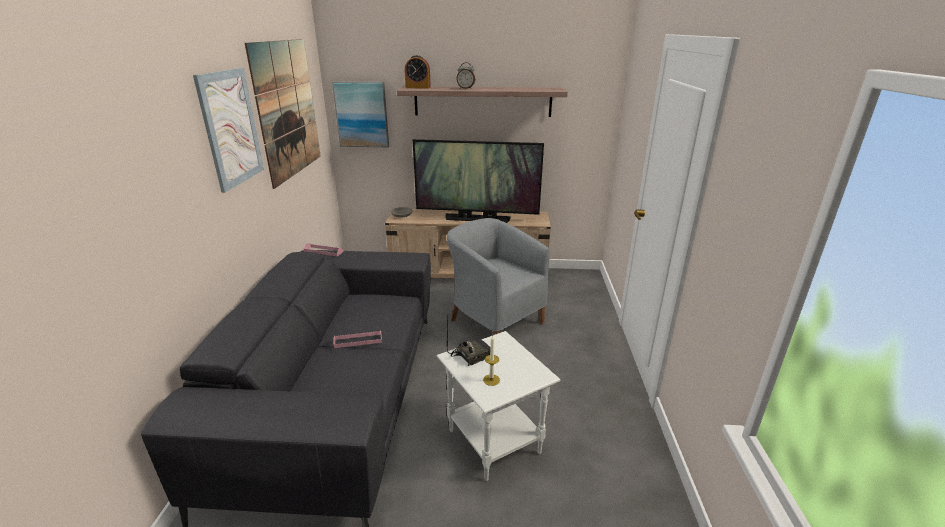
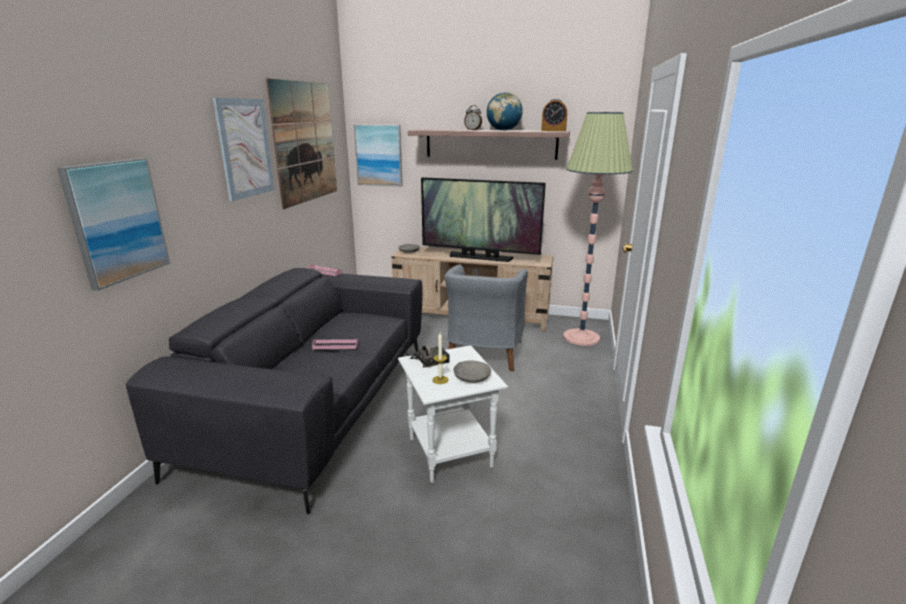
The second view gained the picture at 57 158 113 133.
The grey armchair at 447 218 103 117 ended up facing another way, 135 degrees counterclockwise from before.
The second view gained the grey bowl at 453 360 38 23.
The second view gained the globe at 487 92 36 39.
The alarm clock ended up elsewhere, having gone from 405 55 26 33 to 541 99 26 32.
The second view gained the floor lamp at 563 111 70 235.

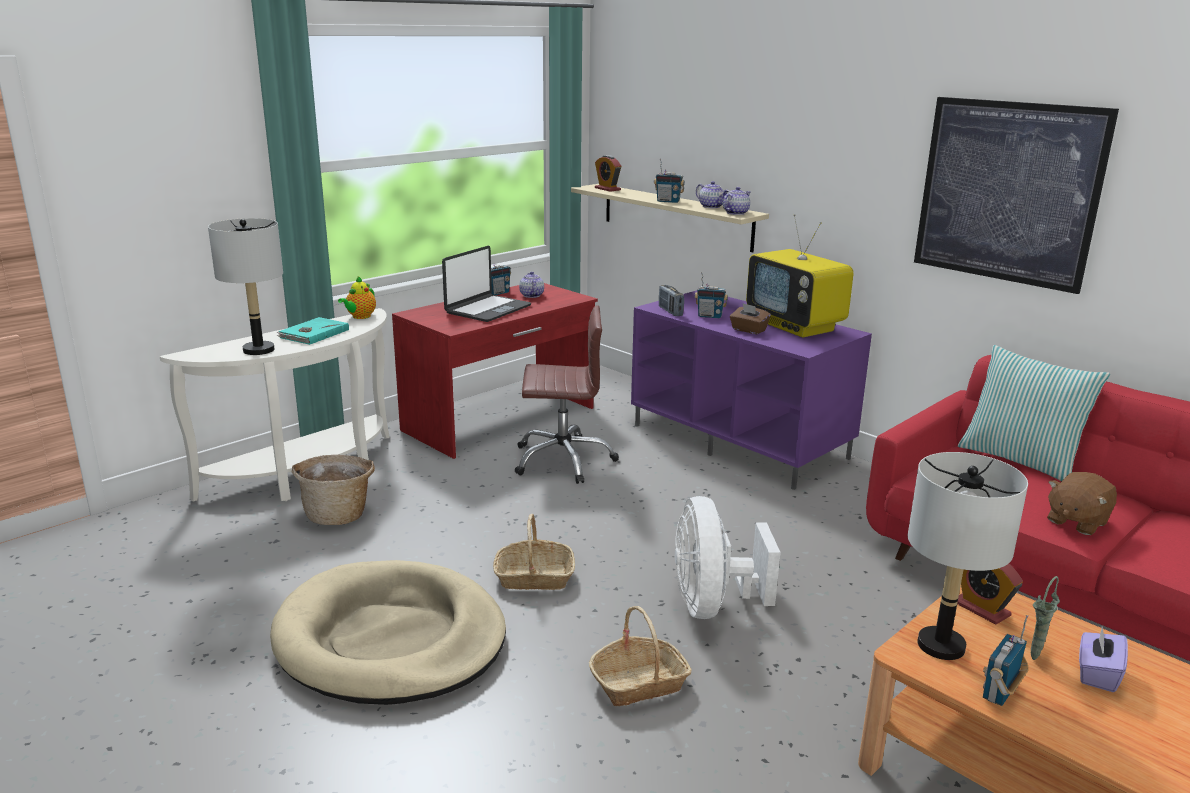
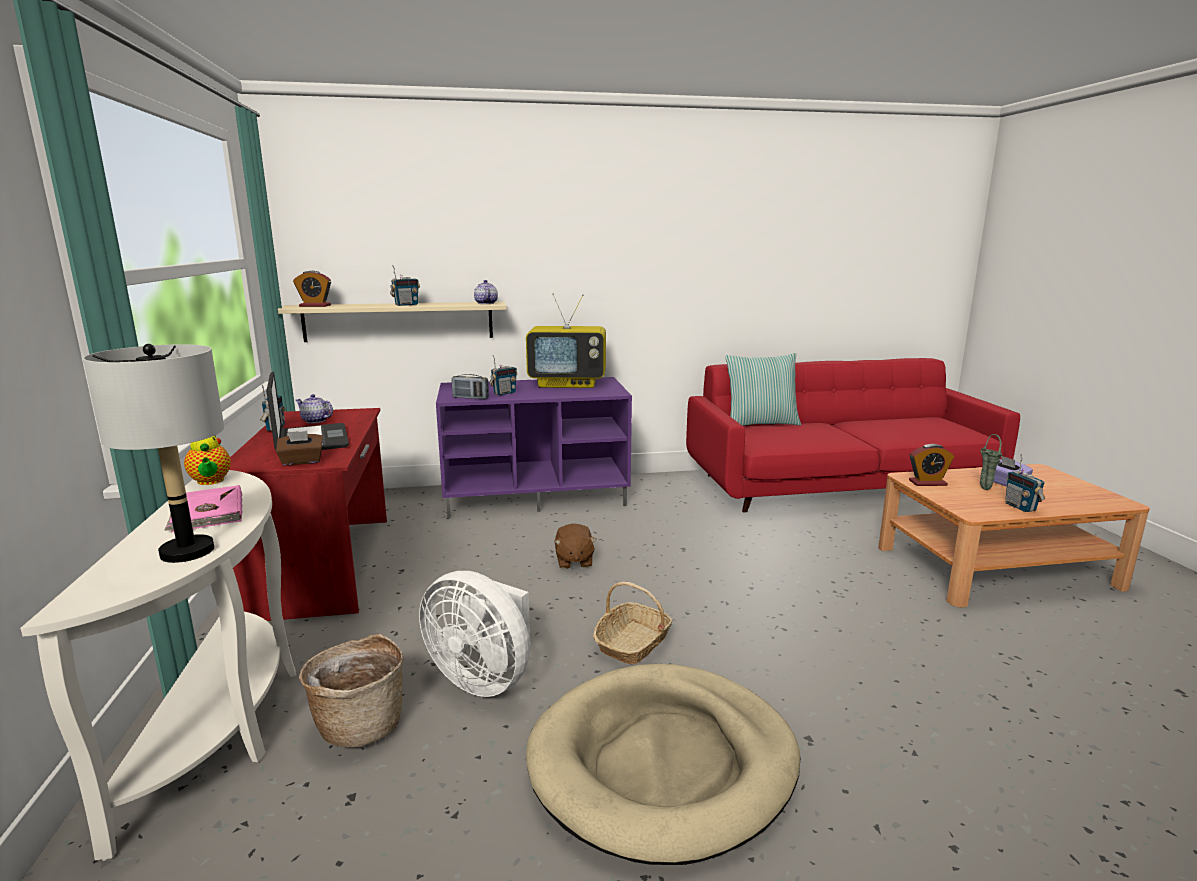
What was the turquoise book at 276 317 73 28 turned into the pink book at 164 485 78 47.
The brown tissue box ended up elsewhere, having gone from 730 303 41 31 to 276 431 47 35.
The white fan ended up elsewhere, having gone from 675 496 106 123 to 419 571 111 126.
The brown plush toy ended up elsewhere, having gone from 1047 472 70 63 to 554 523 43 46.
The second view lost the brown office chair at 514 305 105 179.
The second view lost the basket at 589 606 103 100.
The second view lost the teapot at 696 181 33 27.
The second view lost the grey table lamp at 908 452 120 208.
The second view lost the picture at 914 97 205 197.

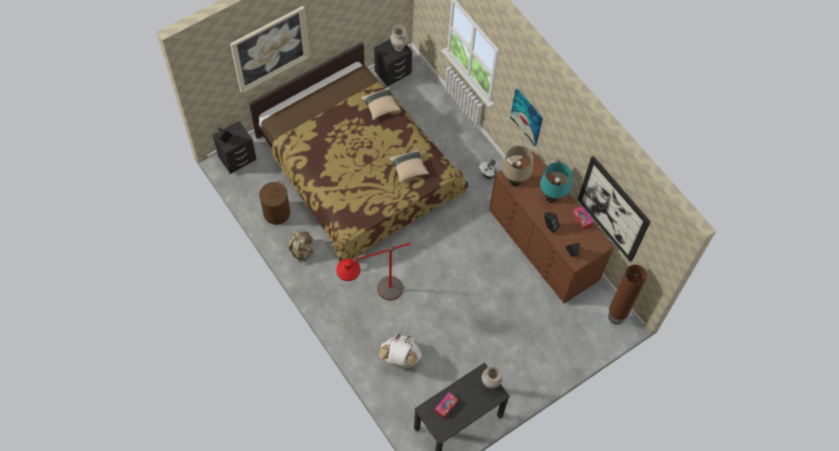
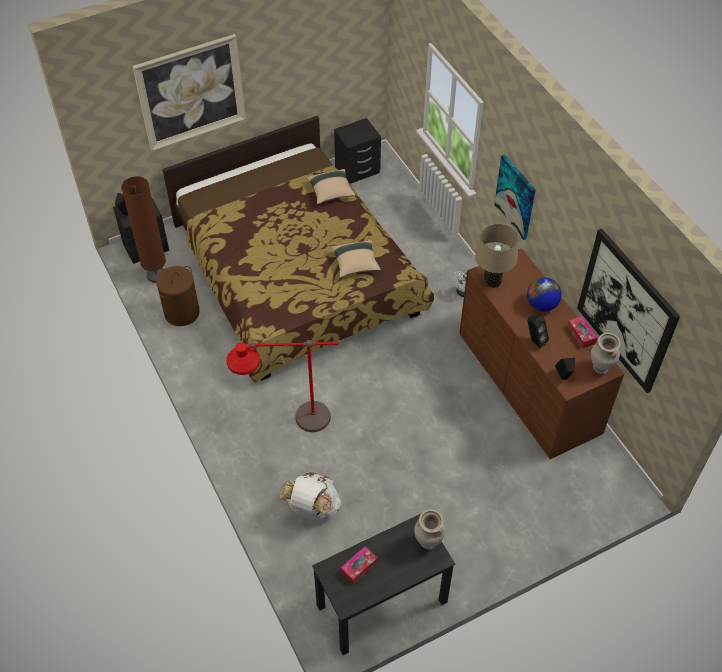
The brown floor lamp ended up elsewhere, having gone from 608 265 39 59 to 121 176 45 107.
Where the turquoise table lamp stood at 540 162 32 41, the globe came to stand at 527 278 35 34.
The beige vase ended up elsewhere, having gone from 390 25 18 26 to 591 333 30 41.
The second view lost the beige backpack at 287 230 26 32.

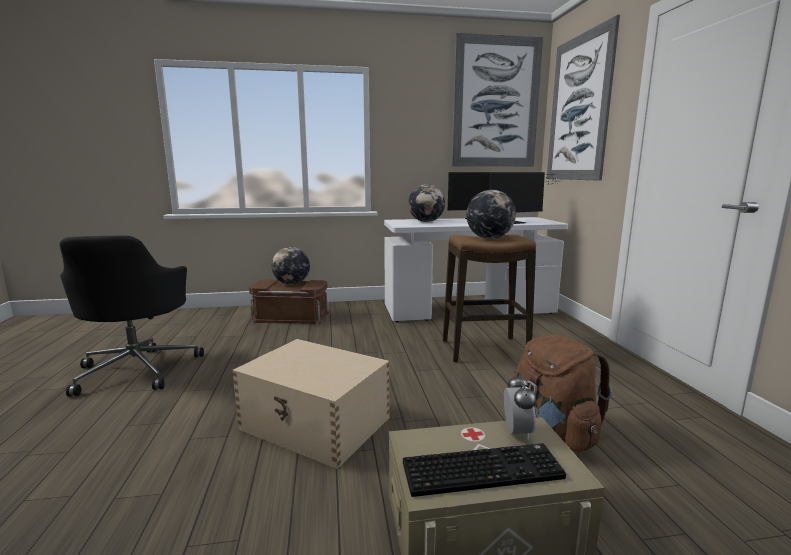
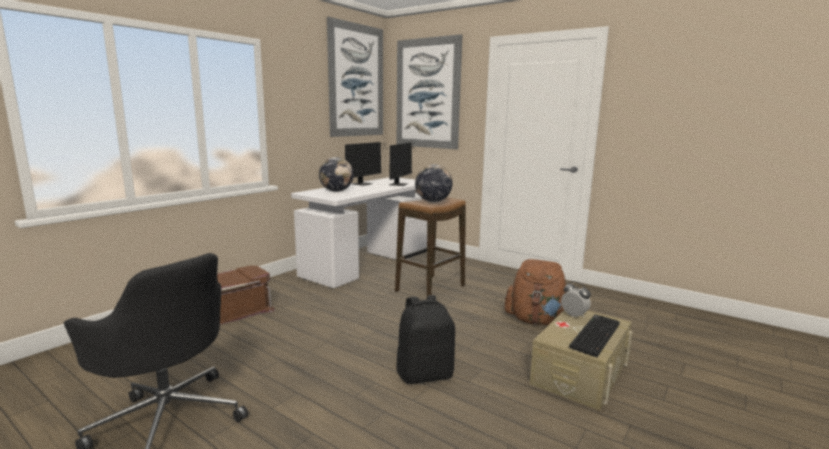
Where the beige storage box stood at 232 339 158 130, the black backpack came to stand at 396 295 59 89.
The second view lost the globe at 272 247 38 37.

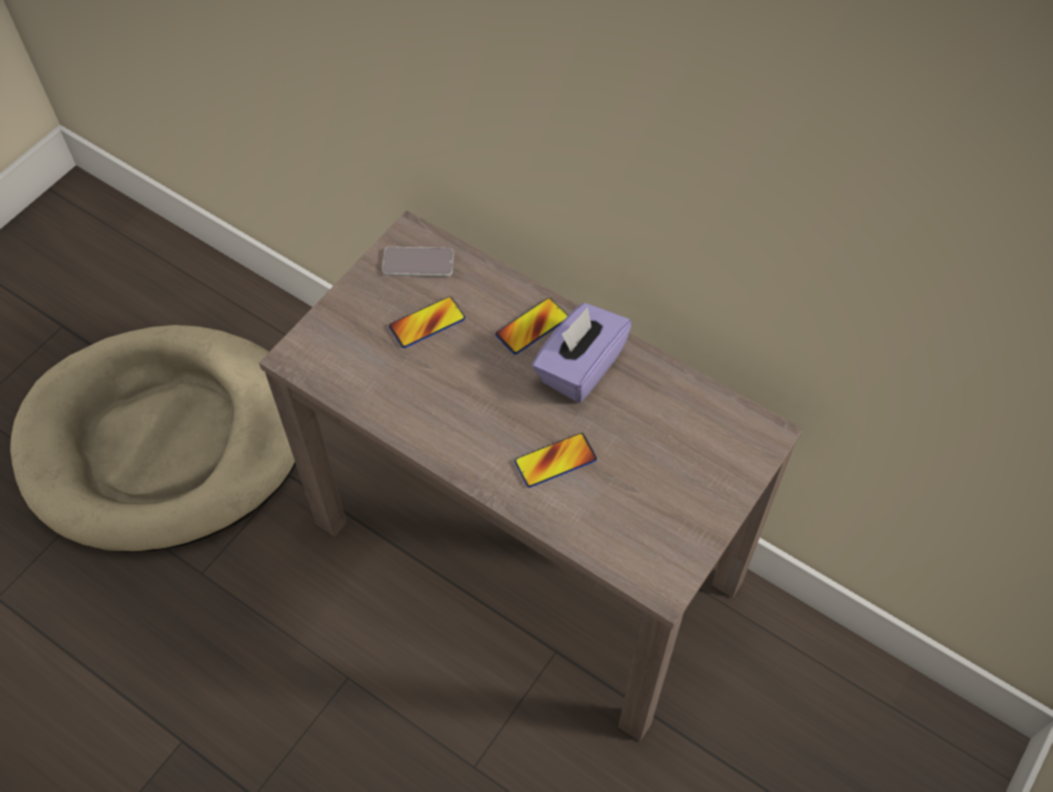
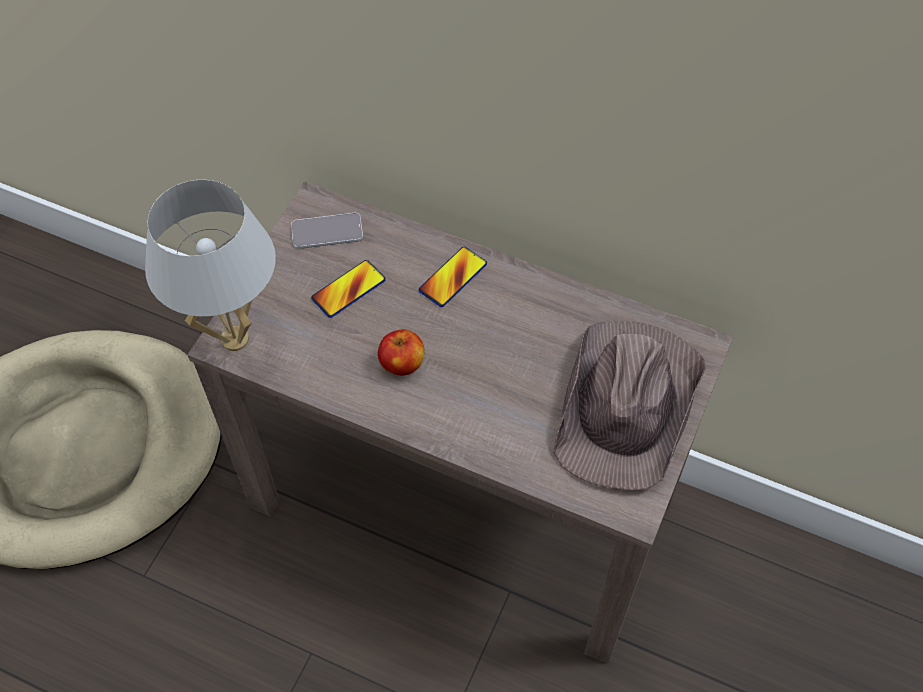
The second view gained the white table lamp at 145 180 131 171.
The second view gained the apple at 378 329 46 47.
The second view gained the brown hat at 553 321 153 169.
The second view lost the phone at 515 433 82 54.
The second view lost the purple tissue box at 532 303 100 100.

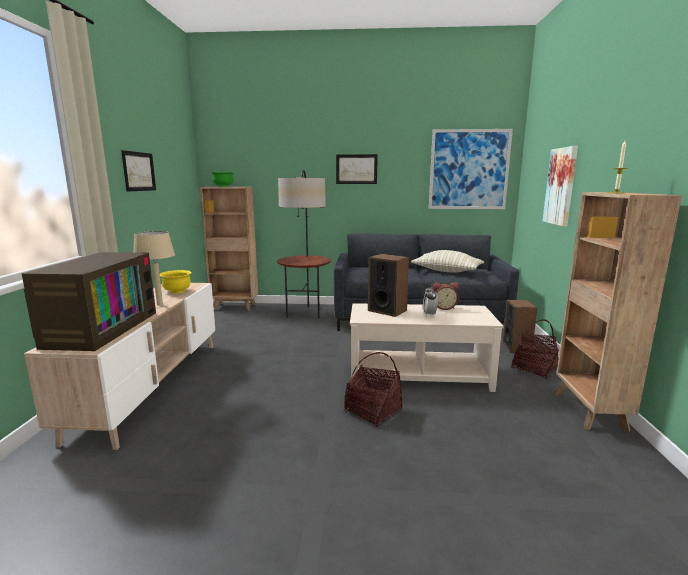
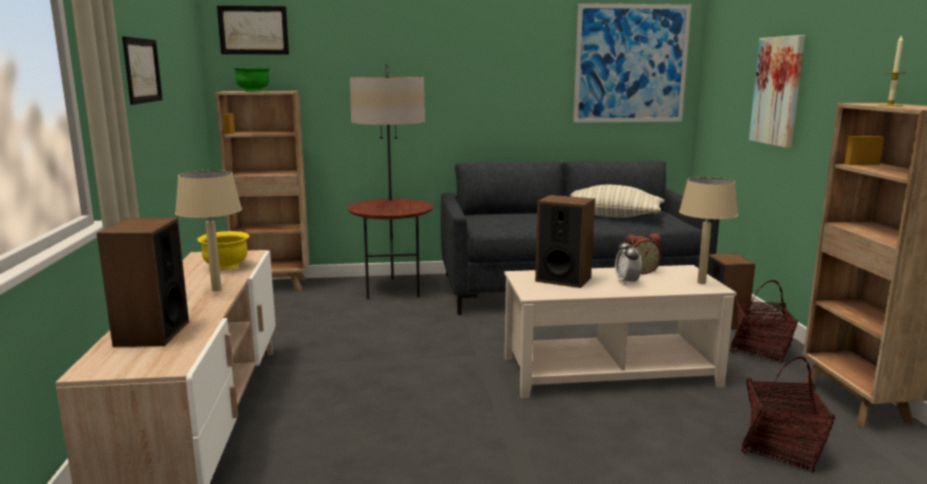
Where the television stood at 22 252 134 99, the speaker came to stand at 97 218 92 129.
The picture ended up elsewhere, having gone from 336 154 42 30 to 217 6 72 48.
The second view gained the beige table lamp at 679 177 59 107.
The basket ended up elsewhere, having gone from 344 352 58 75 to 741 357 94 116.

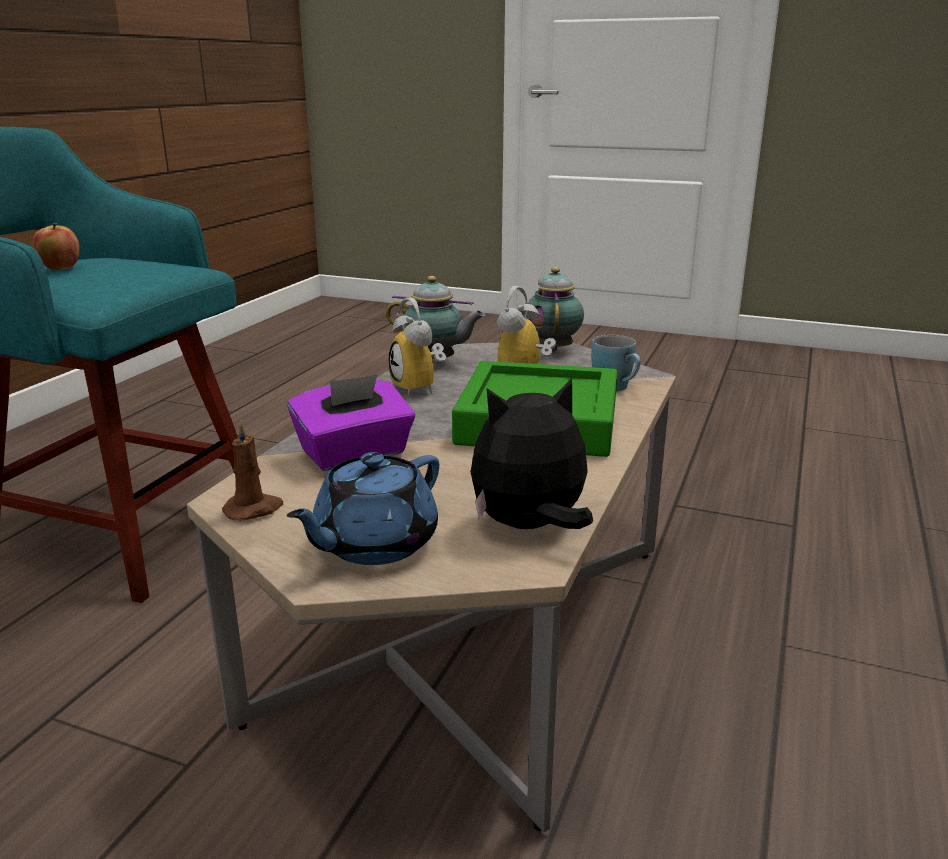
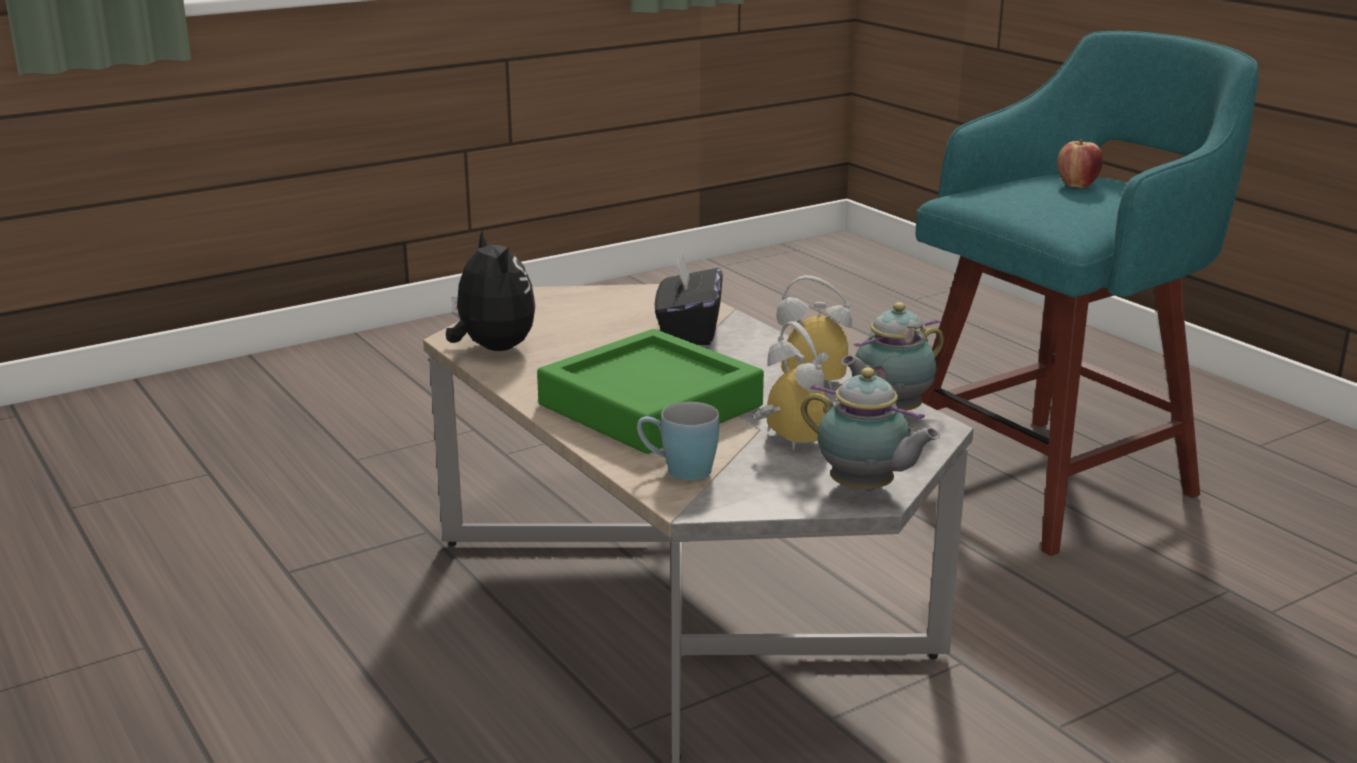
The plush toy at 471 378 122 151 ended up facing another way, 45 degrees counterclockwise from before.
What was the purple tissue box at 287 374 128 97 turned into the black tissue box at 655 253 68 92.
The second view lost the brown candle at 222 420 61 100.
The second view lost the blue teapot at 286 452 153 113.

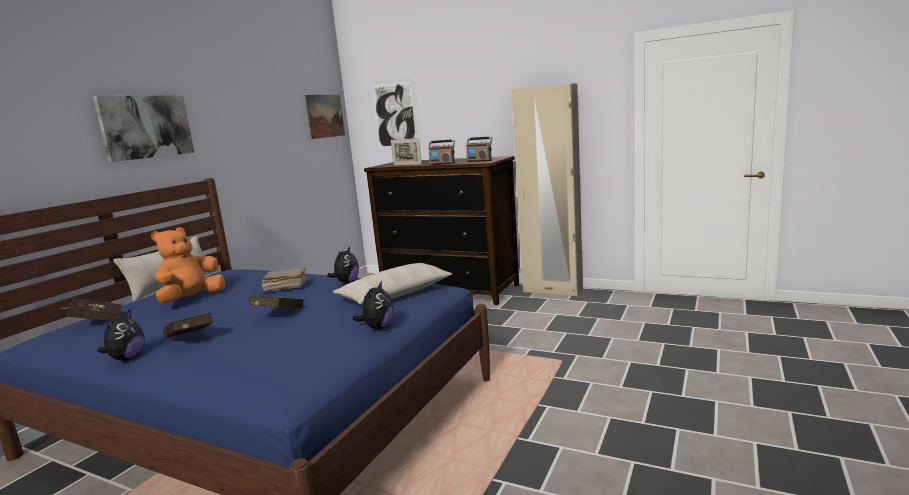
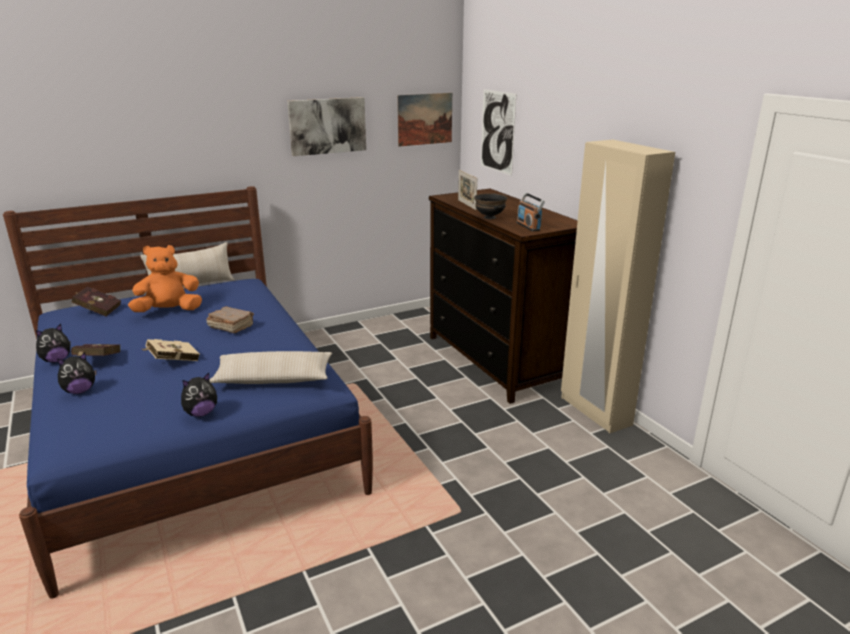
The plush toy ended up elsewhere, having gone from 327 246 32 38 to 57 352 39 42.
What was the red book at 248 296 55 12 turned into the beige book at 140 339 60 22.
The picture ended up elsewhere, having gone from 93 95 101 67 to 287 97 79 59.
Where the radio stood at 428 139 27 26, the black bowl came to stand at 474 193 34 26.

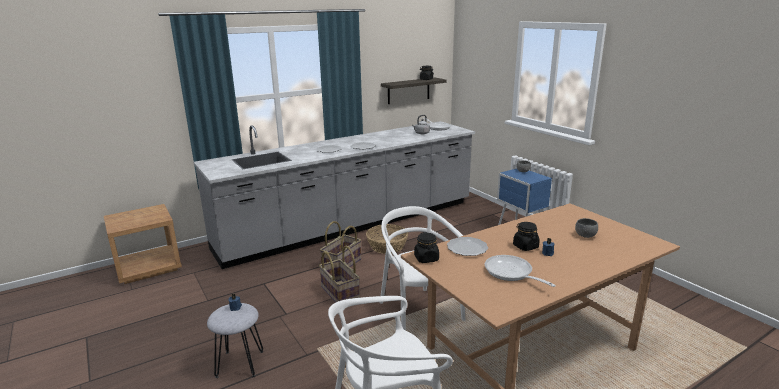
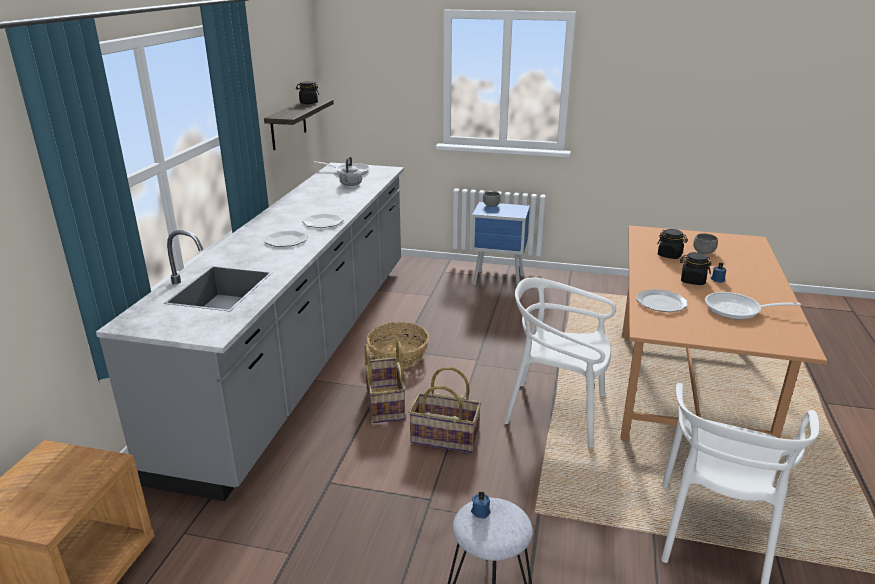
The black jar ended up elsewhere, having gone from 414 232 25 31 to 657 229 31 30.

